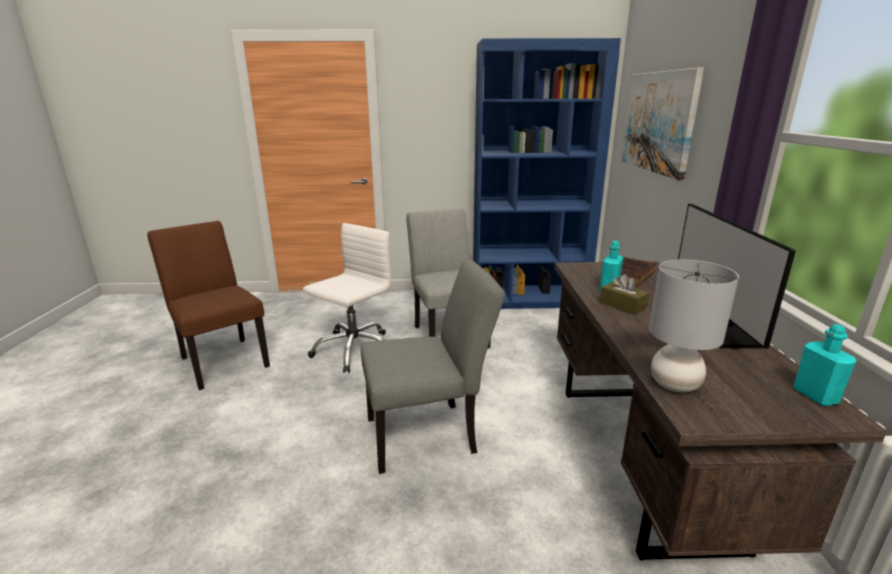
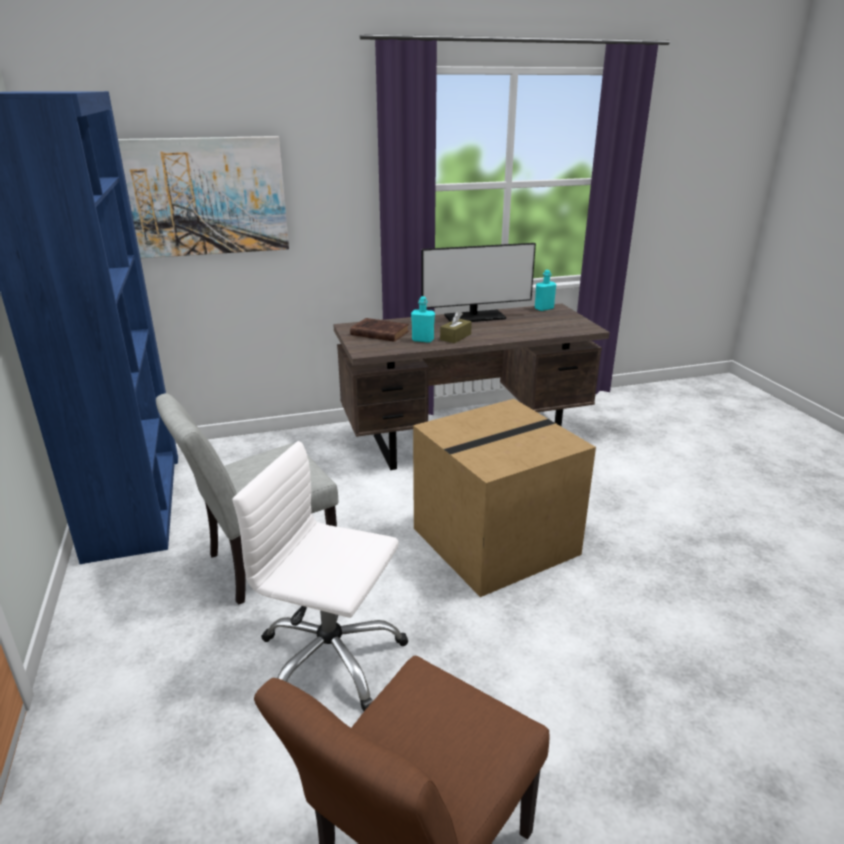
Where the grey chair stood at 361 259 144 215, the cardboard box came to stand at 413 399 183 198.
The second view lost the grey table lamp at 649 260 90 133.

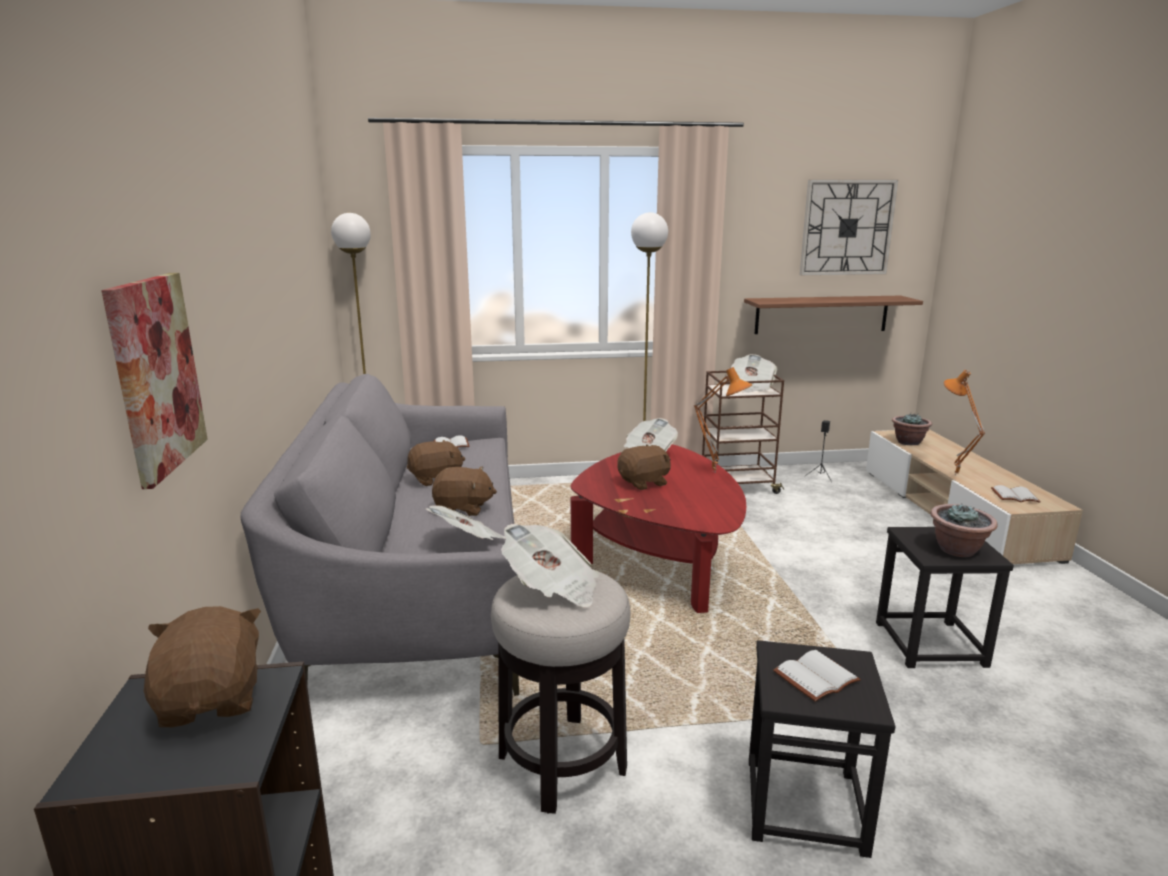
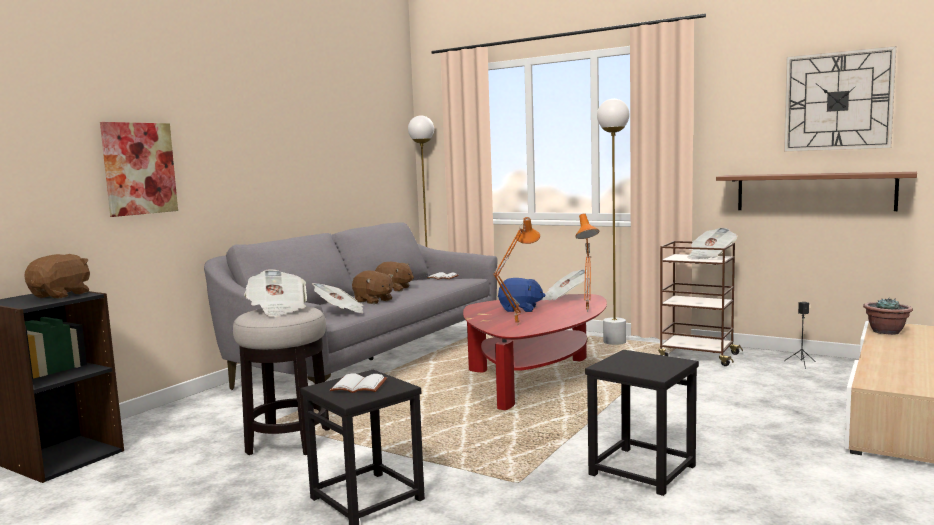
The orange table lamp ended up elsewhere, having gone from 944 370 41 106 to 493 217 47 109.
What was the brown plush toy at 618 444 53 46 turned into the blue plush toy at 498 278 48 34.
The second view lost the potted plant at 931 503 67 54.
The second view lost the white book at 991 485 50 18.

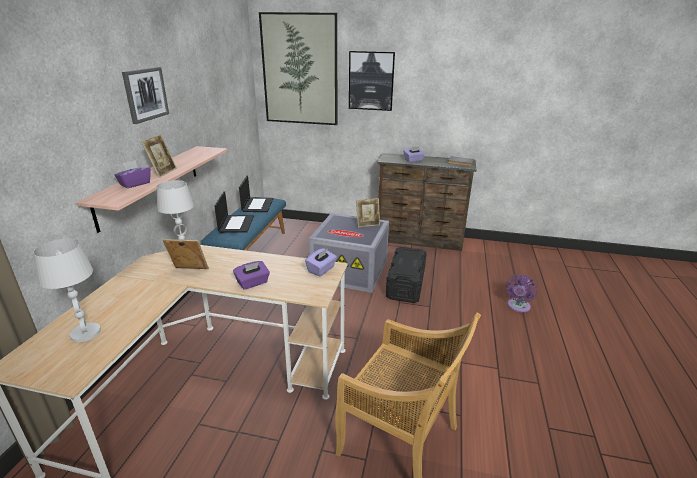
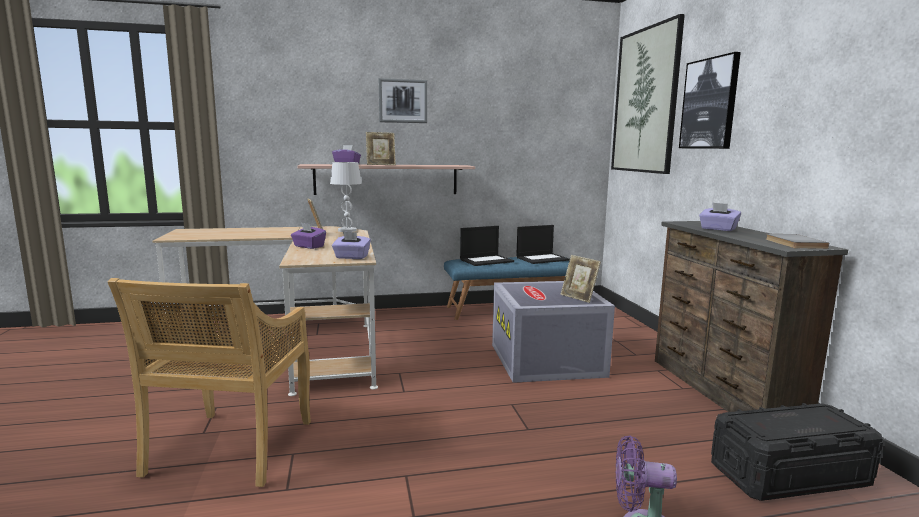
The black storage box ended up elsewhere, having gone from 386 247 41 56 to 711 403 172 98.
The second view lost the white table lamp at 33 239 68 103.

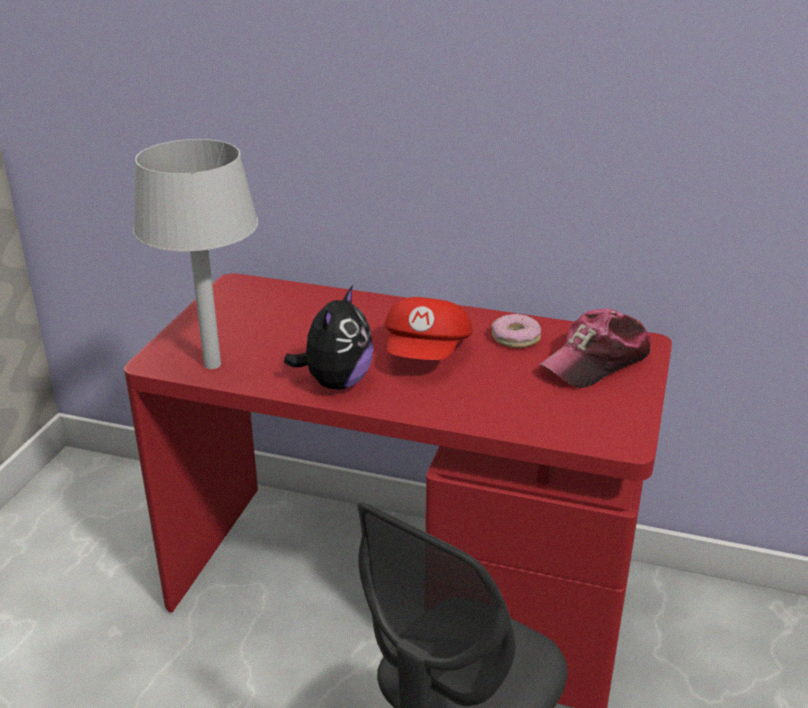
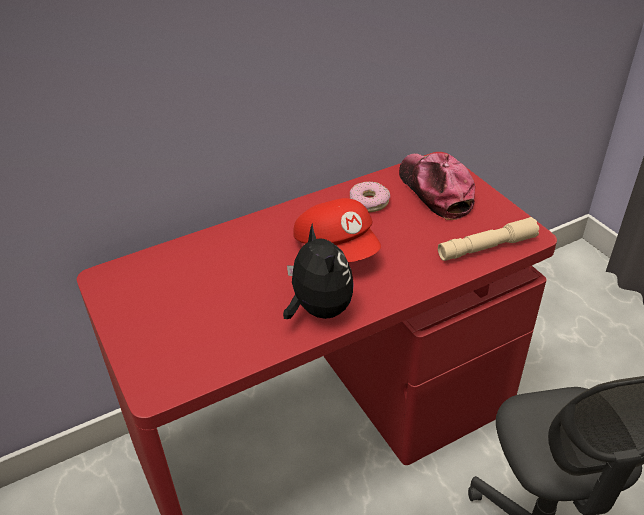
The cap at 539 308 112 80 ended up facing another way, 150 degrees clockwise from before.
The second view gained the beige flashlight at 438 217 101 44.
The second view lost the grey table lamp at 133 139 126 230.

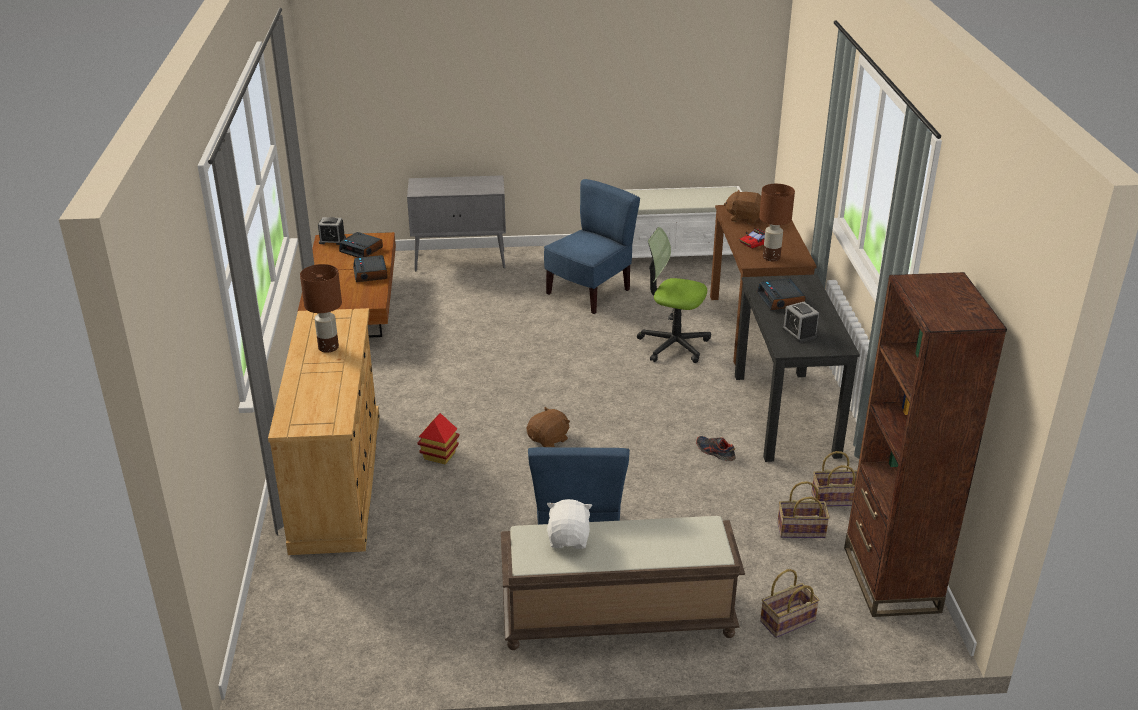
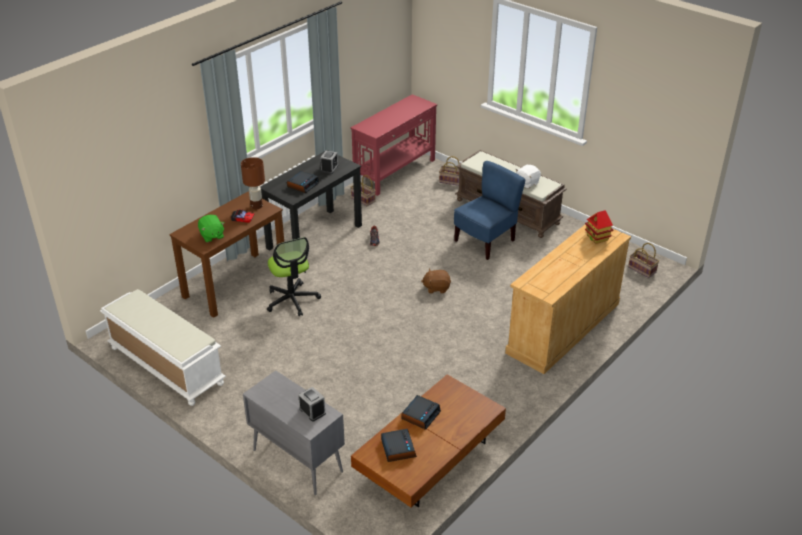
What was the brown plush toy at 724 189 37 35 turned into the green plush toy at 198 215 26 28.
The alarm clock ended up elsewhere, having gone from 318 217 28 28 to 299 387 27 35.
Where the brown bookcase stood at 844 272 163 345, the red console table came to stand at 350 94 87 102.
The toy house ended up elsewhere, having gone from 418 413 42 52 to 585 210 29 34.
The basket ended up elsewhere, having gone from 777 481 53 57 to 628 243 31 35.
The second view lost the brown table lamp at 300 264 42 89.
The second view lost the blue chair at 544 179 96 135.

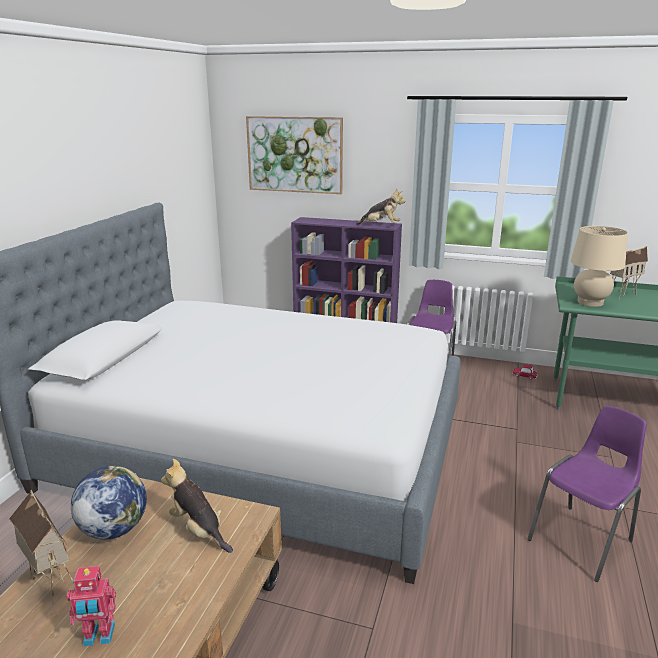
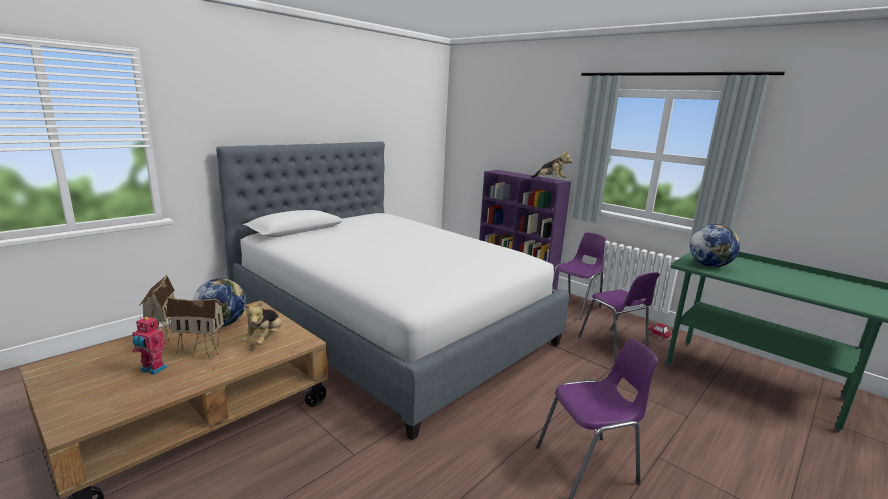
The toy house ended up elsewhere, having gone from 610 246 38 53 to 166 297 59 62.
The plush toy at 161 459 72 94 ended up facing another way, 150 degrees counterclockwise from before.
The second view gained the purple chair at 578 272 82 89.
Where the beige table lamp stood at 571 226 57 81, the globe came to stand at 690 224 50 43.
The second view lost the picture at 246 116 97 78.

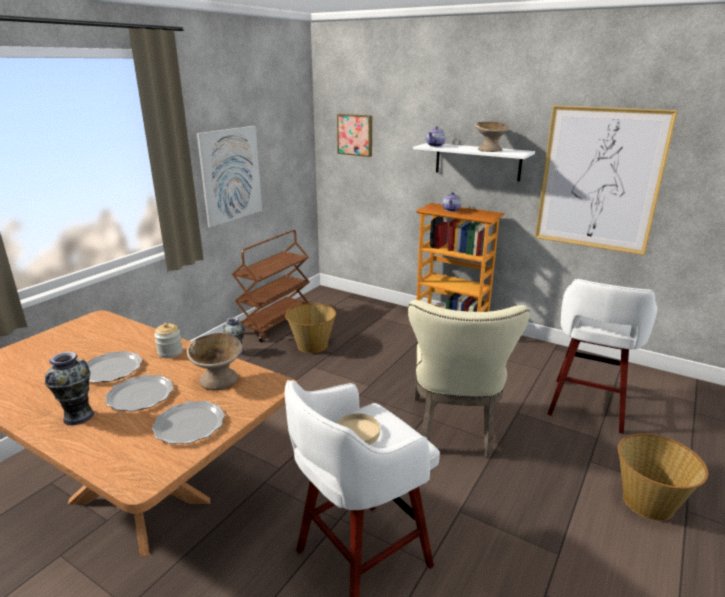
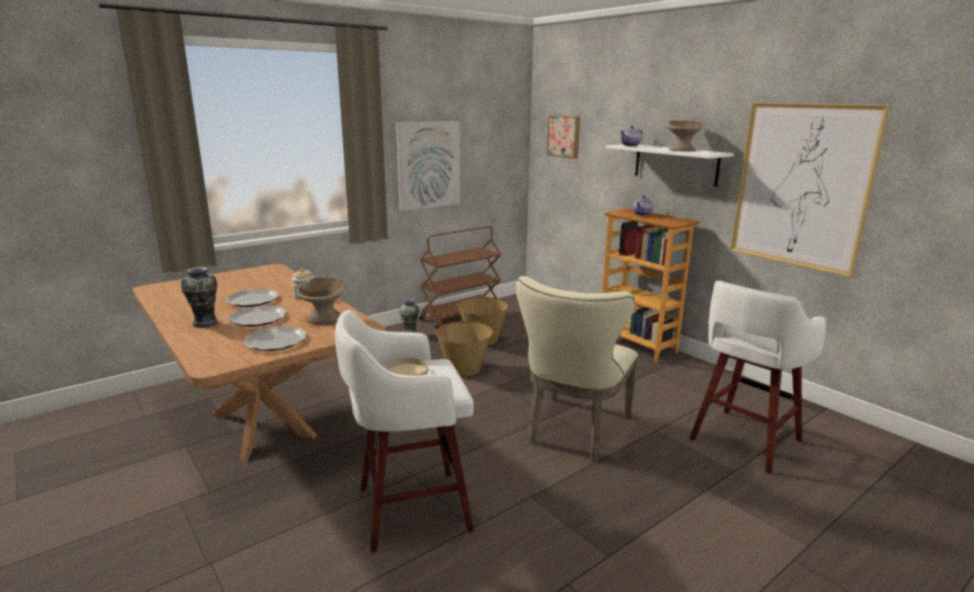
The basket ended up elsewhere, having gone from 618 433 90 88 to 436 321 58 55.

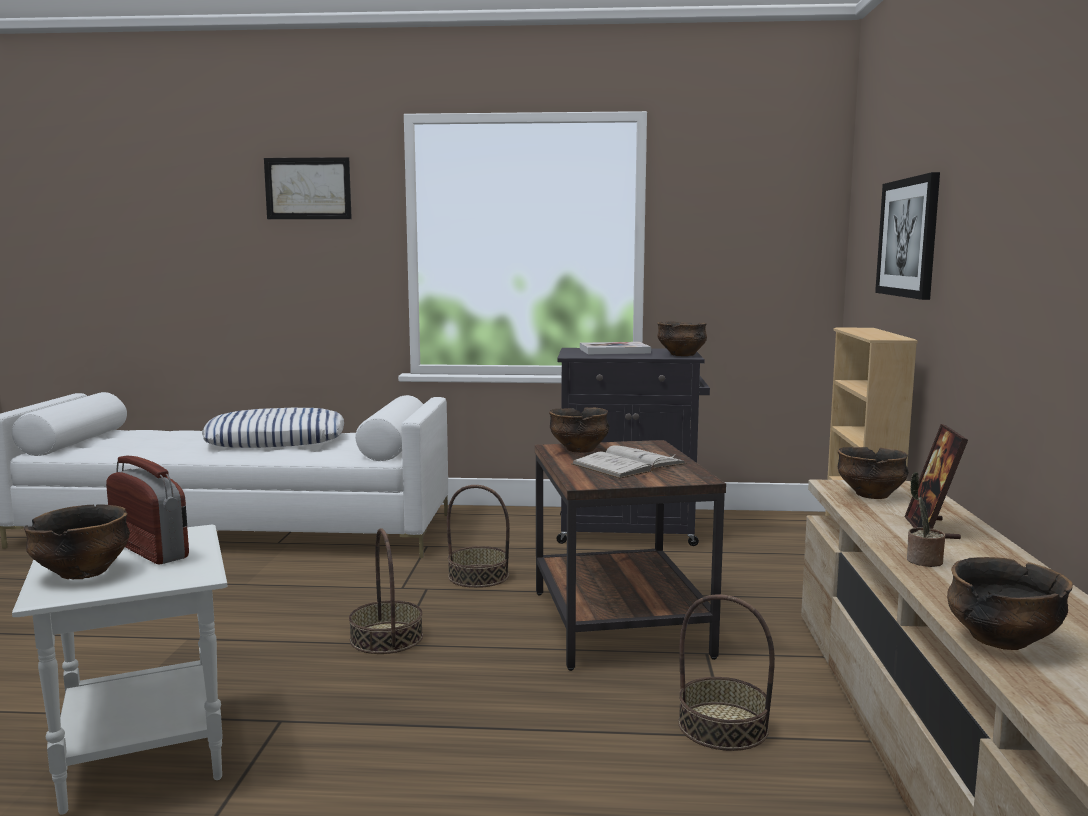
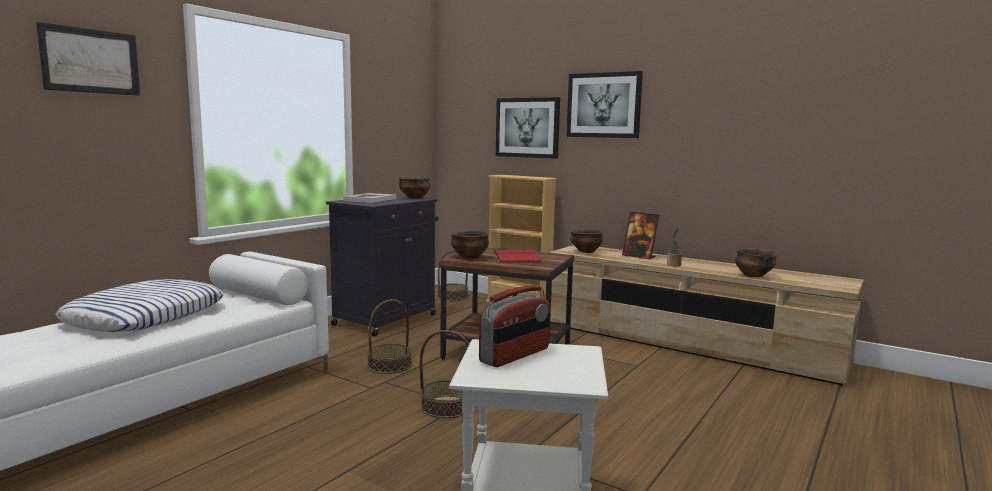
The basket ended up elsewhere, having gone from 678 594 97 157 to 437 250 31 51.
The radio at 106 456 83 108 ended up facing another way, 150 degrees clockwise from before.
What was the white book at 571 445 116 33 turned into the red book at 493 247 49 16.
The second view gained the picture at 566 71 77 67.
The second view lost the bowl at 24 504 106 75.

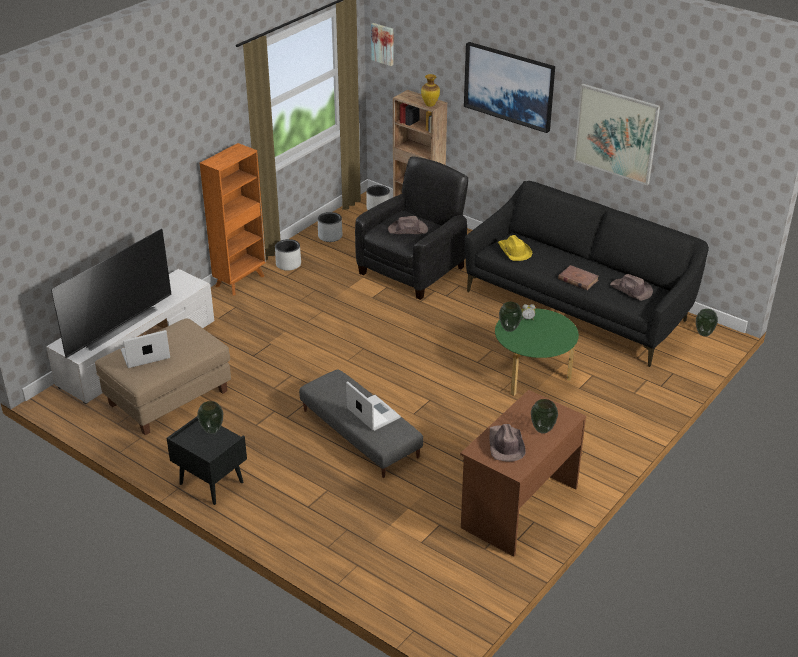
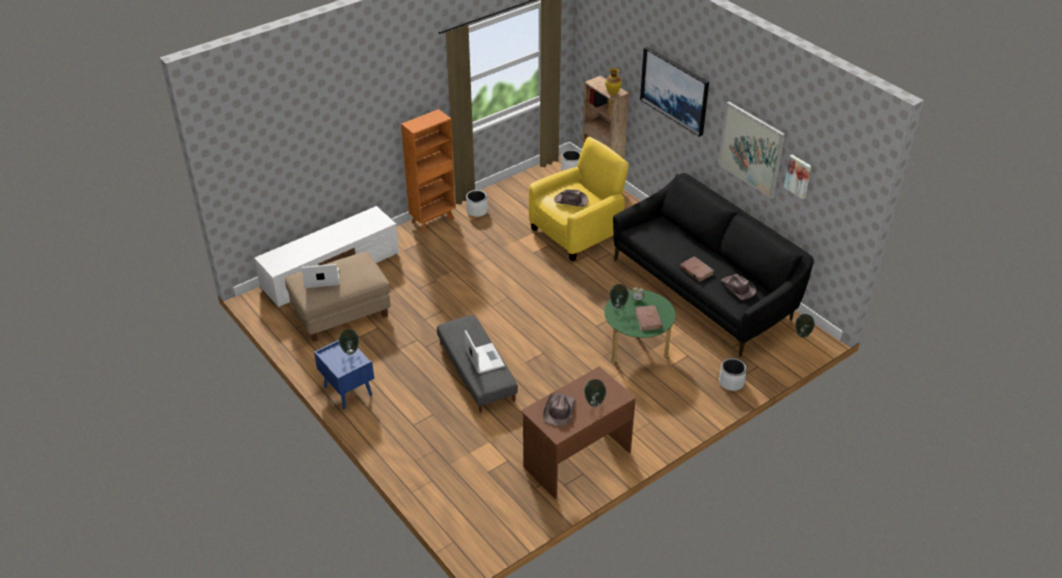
What was the black nightstand at 167 417 80 88 turned into the blue nightstand at 314 340 60 69.
What was the black armchair at 355 156 113 144 turned into the yellow armchair at 529 137 100 125.
The second view gained the brown book at 635 305 28 26.
The grey planter ended up elsewhere, having gone from 318 212 24 30 to 719 358 28 33.
The picture ended up elsewhere, having gone from 371 23 22 43 to 784 155 28 44.
The second view lost the television at 51 229 121 129.
The second view lost the yellow hat at 498 235 34 26.

